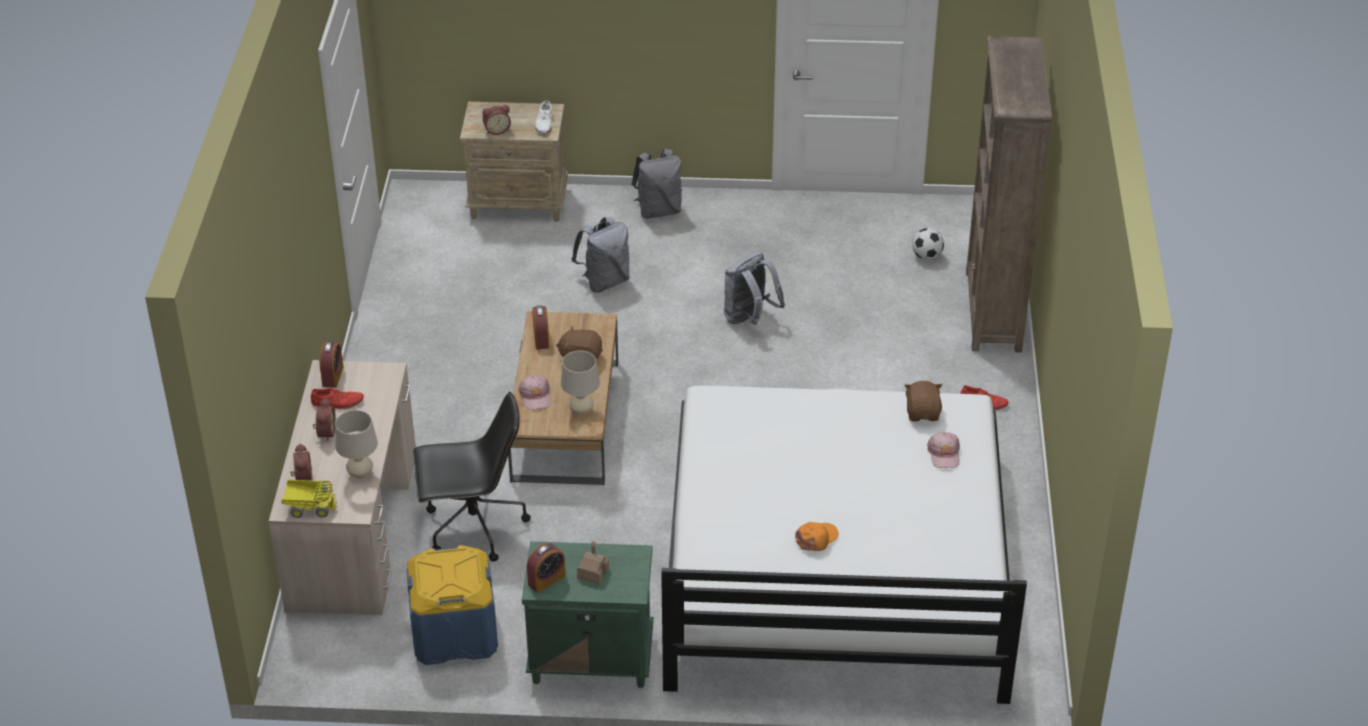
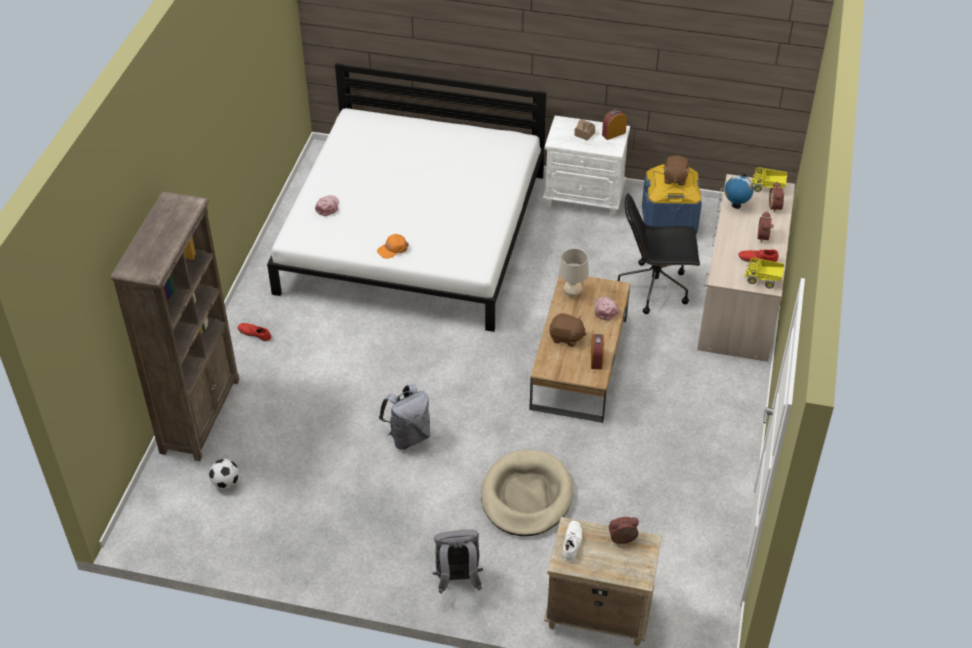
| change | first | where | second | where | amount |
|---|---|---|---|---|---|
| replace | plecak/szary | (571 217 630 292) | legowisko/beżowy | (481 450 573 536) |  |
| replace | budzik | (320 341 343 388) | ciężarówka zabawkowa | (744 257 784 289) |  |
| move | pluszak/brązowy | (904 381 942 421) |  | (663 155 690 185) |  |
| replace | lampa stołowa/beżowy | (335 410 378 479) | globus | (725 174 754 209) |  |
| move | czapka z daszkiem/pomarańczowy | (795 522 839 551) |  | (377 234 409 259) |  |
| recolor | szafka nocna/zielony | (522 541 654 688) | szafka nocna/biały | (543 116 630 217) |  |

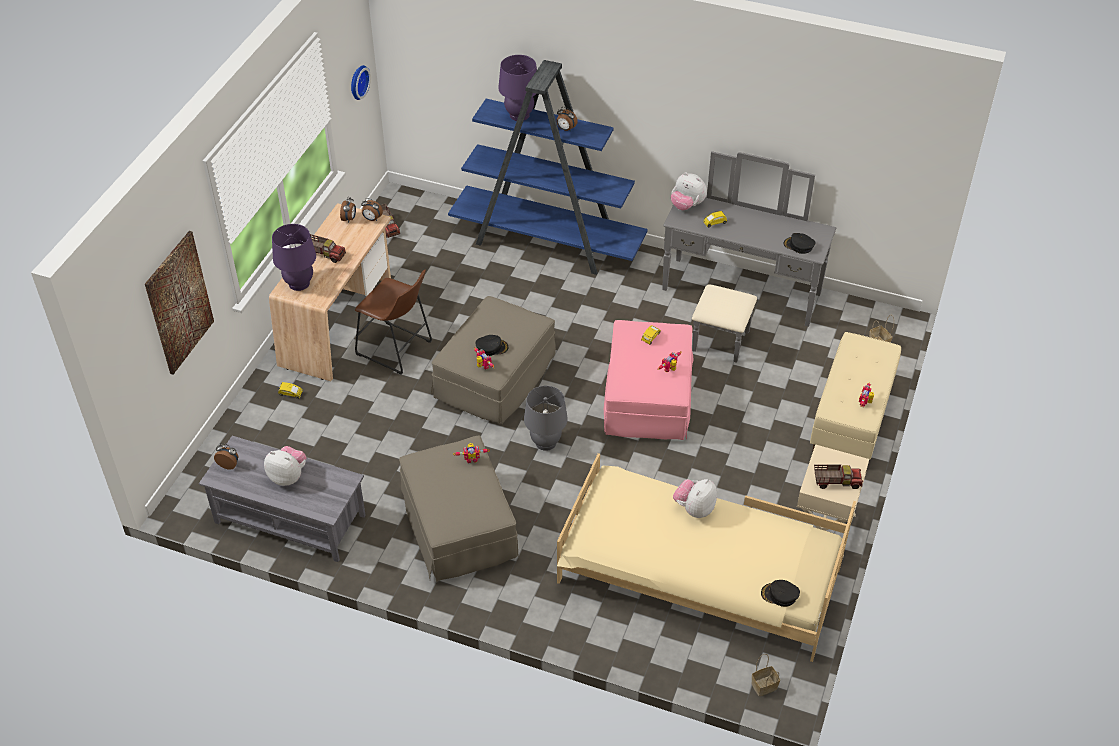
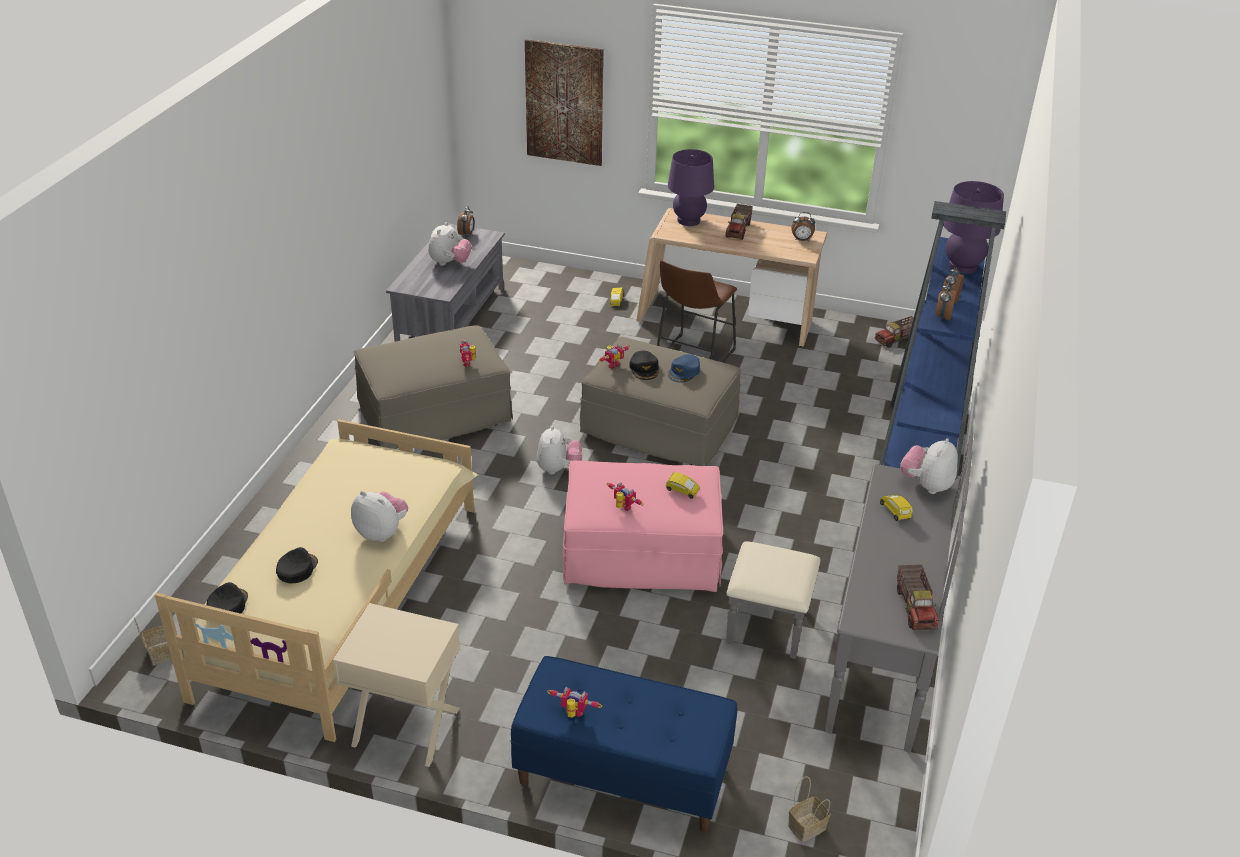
| change | first | where | second | where | amount |
|---|---|---|---|---|---|
| delete | zegar ścienny | (351 65 371 100) |  |  |  |
| move | budzik | (361 198 383 221) |  | (935 282 956 320) |  |
| move | czapka z daszkiem/czarny | (783 233 816 254) |  | (276 547 318 583) |  |
| recolor | ławka/beżowy | (810 332 901 459) | ławka/niebieski | (511 656 737 833) |  |
| replace | lampa stołowa/szary | (524 386 568 451) | pluszak | (537 426 582 474) |  |
| move | ciężarówka zabawkowa | (814 465 863 489) |  | (897 564 939 630) |  |
| insert |  |  | czapka z daszkiem/niebieski | (668 354 700 383) |  |

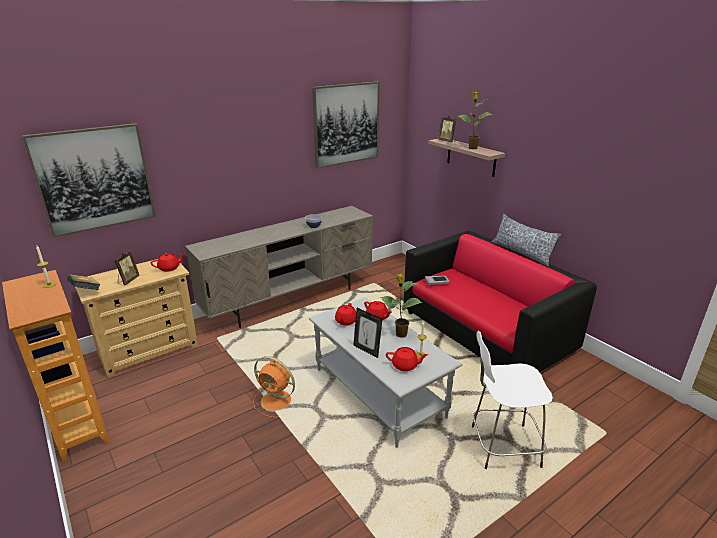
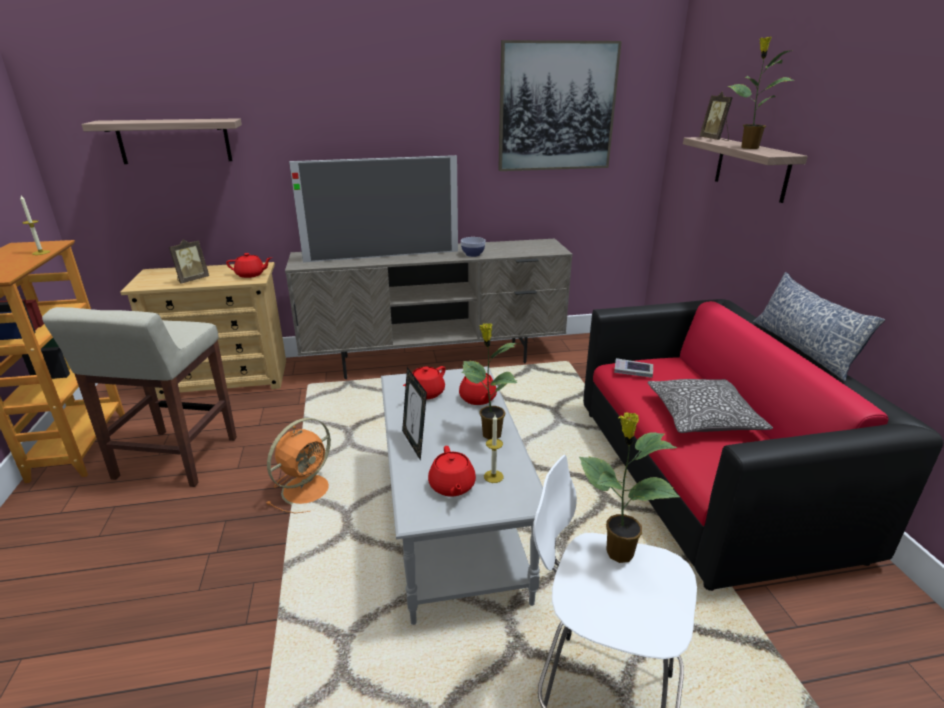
| change | first | where | second | where | amount |
|---|---|---|---|---|---|
| replace | obraz | (22 123 156 238) | półka | (81 118 242 164) |  |
| delete | książka | (67 274 101 290) |  |  |  |
| rotate | imbryk/czerwony | (386 347 428 371) |  | (428 446 476 497) | 45 degrees clockwise |
| rotate | wentylator/pomarańczowy | (253 356 295 418) |  | (266 418 331 513) | 105 degrees counterclockwise |
| insert |  |  | telewizor | (289 155 458 262) |  |
| insert |  |  | stołek/beżowy | (42 307 237 487) |  |
| insert |  |  | poduszka | (647 379 773 433) |  |
| insert |  |  | roślina doniczkowa | (579 412 680 563) |  |

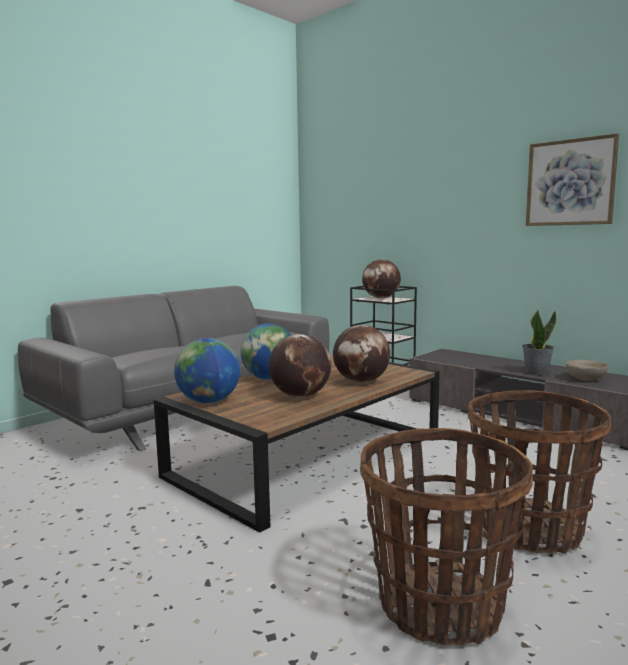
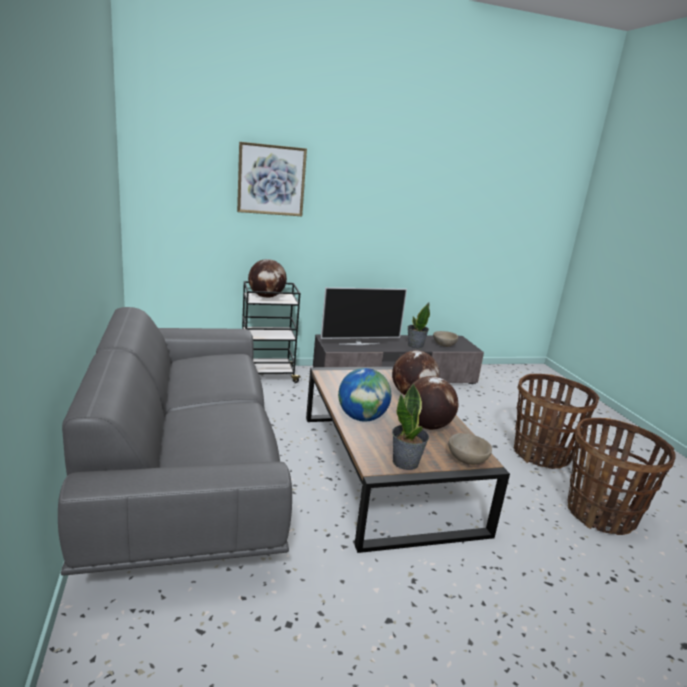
| change | first | where | second | where | amount |
|---|---|---|---|---|---|
| move | obraz | (526 133 619 226) |  | (237 142 307 216) |  |
| replace | globus | (174 338 240 403) | roślina doniczkowa | (392 383 429 470) |  |
| insert |  |  | telewizor | (321 287 407 345) |  |
| insert |  |  | miska/beżowy | (448 433 492 465) |  |

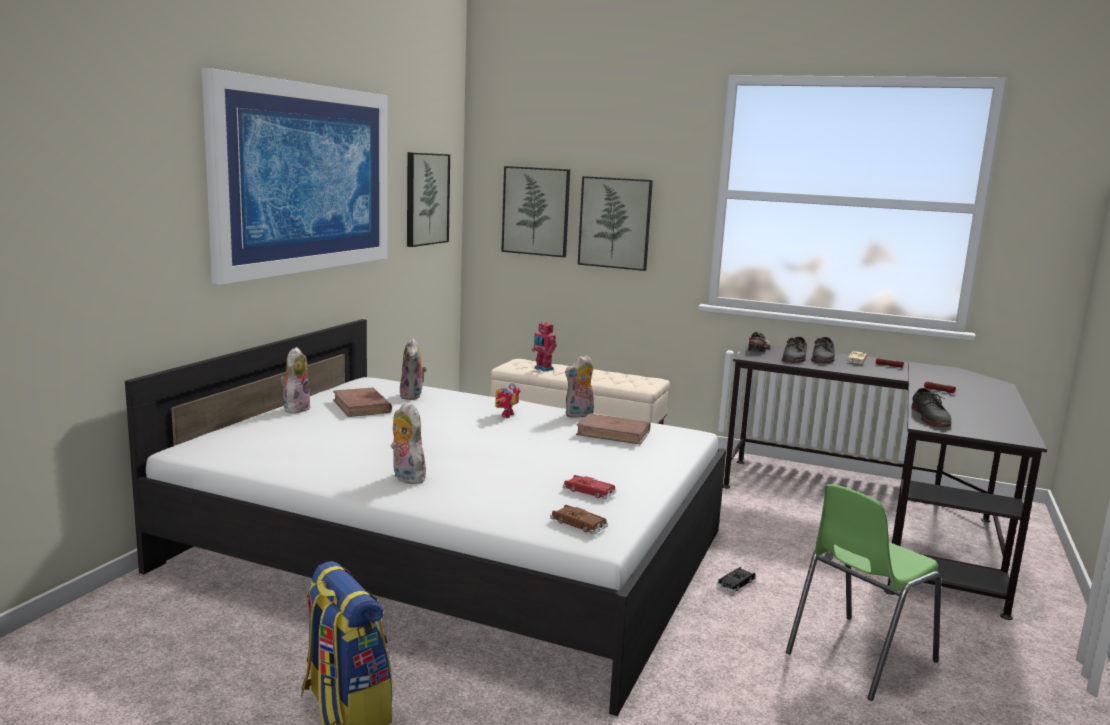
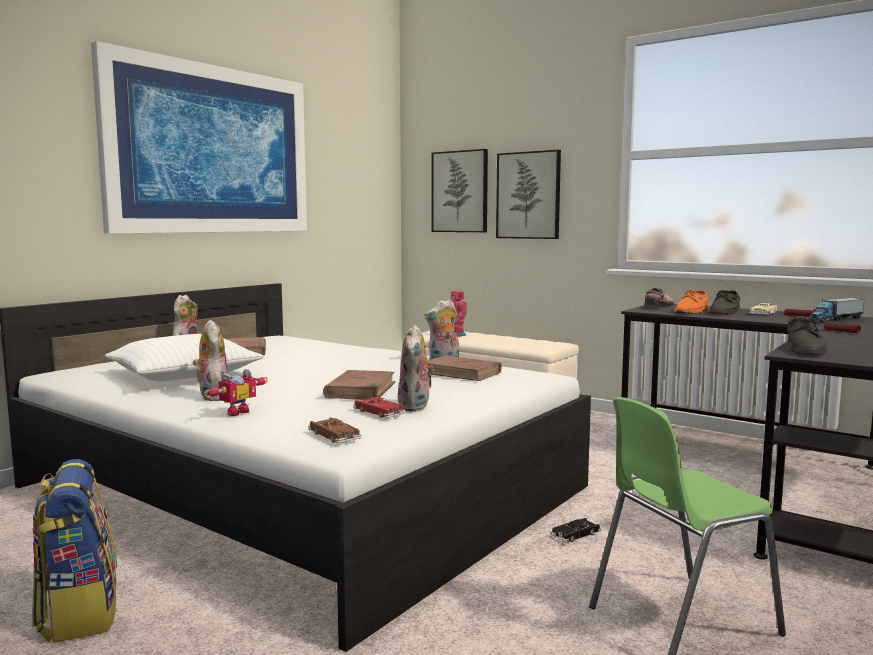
| change | first | where | second | where | amount |
|---|---|---|---|---|---|
| delete | obraz | (407 152 450 247) |  |  |  |
| recolor | but/szary | (782 337 807 363) | but/pomarańczowy | (674 290 709 313) |  |
| move | pluszak | (399 338 427 400) |  | (398 325 435 412) |  |
| move | robot zabawkowy | (495 383 520 418) |  | (204 369 268 416) |  |
| insert |  |  | ciężarówka zabawkowa | (808 298 865 322) |  |
| insert |  |  | poduszka/biały | (105 334 264 381) |  |
| insert |  |  | książka/brązowy | (323 370 396 400) |  |

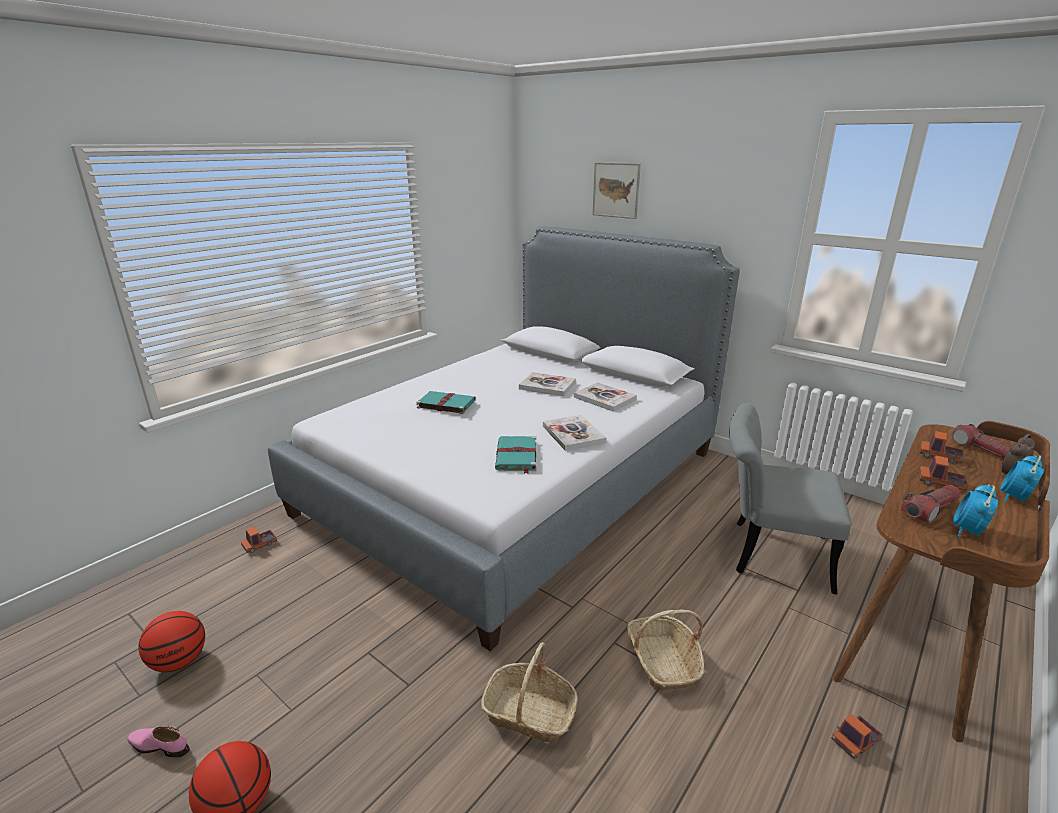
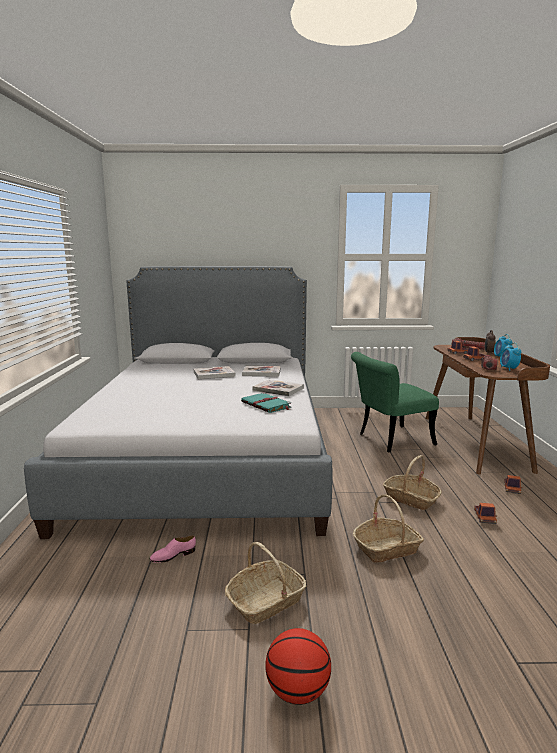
| change | first | where | second | where | amount |
|---|---|---|---|---|---|
| delete | obraz | (592 162 641 219) |  |  |  |
| delete | książka/turkusowy | (417 391 476 414) |  |  |  |
| recolor | krzesło/szary | (729 403 851 595) | krzesło/zielony | (351 352 439 452) |  |
| move | ciężarówka zabawkowa | (241 527 277 553) |  | (474 503 497 524) |  |
| delete | piłka do koszykówki | (139 611 205 672) |  |  |  |
| move | but/różowy | (128 726 190 758) |  | (150 535 196 563) |  |
| insert |  |  | koszyk | (225 542 306 624) |  |

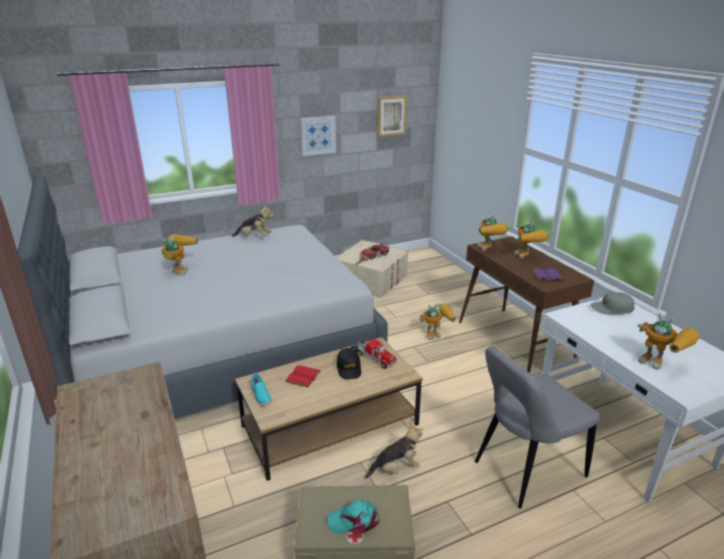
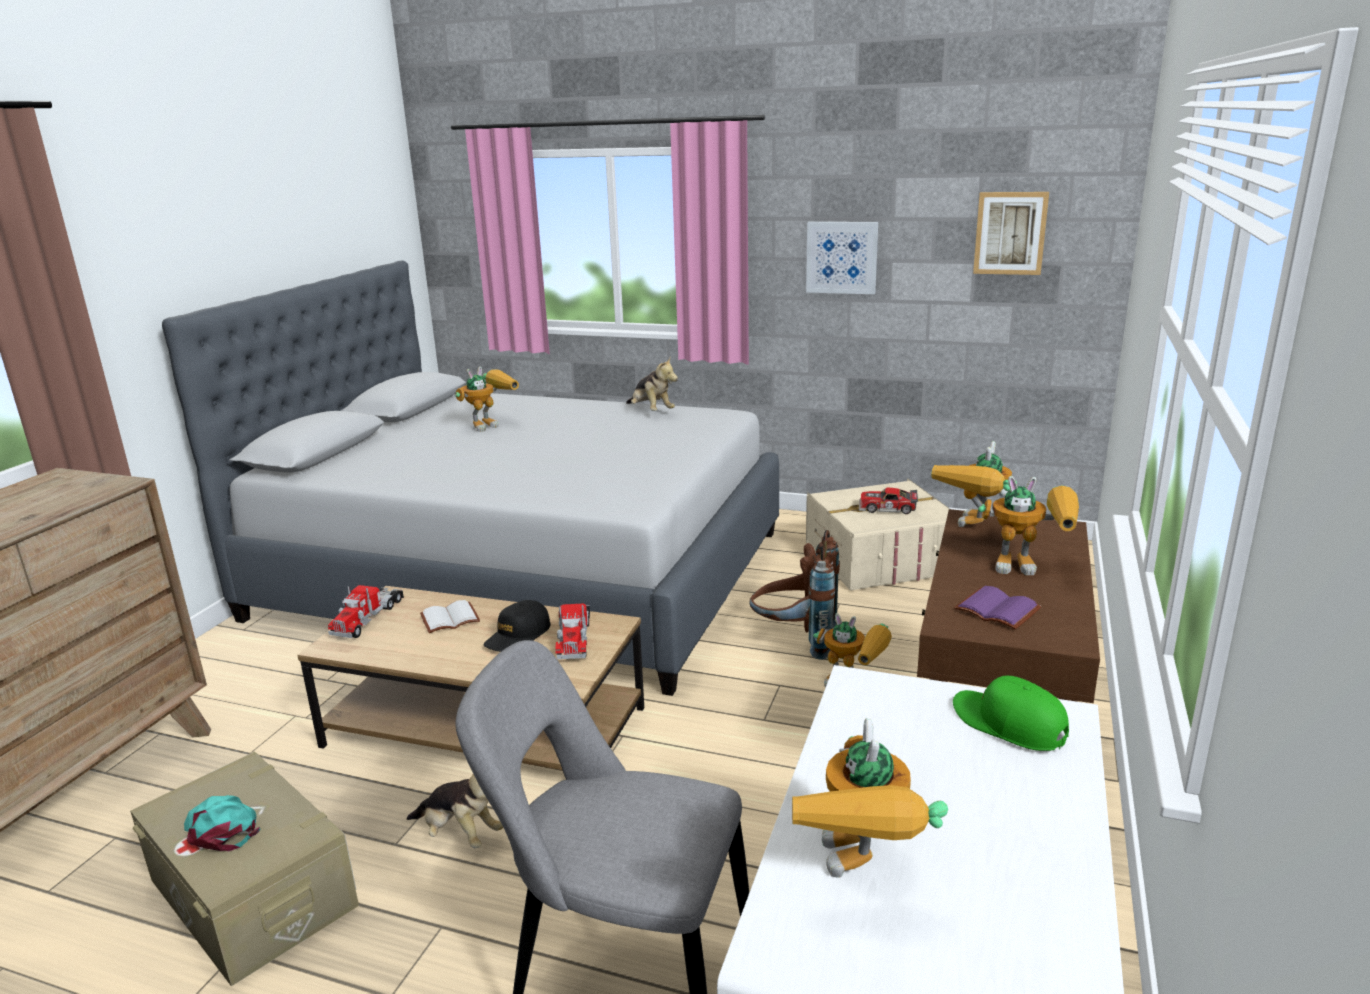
| change | first | where | second | where | amount |
|---|---|---|---|---|---|
| rotate | robot zabawkowy | (514 219 551 259) |  | (978 476 1079 575) | 105 degrees counterclockwise |
| recolor | czapka z daszkiem/szary | (590 292 635 314) | czapka z daszkiem/zielony | (953 676 1069 751) |  |
| recolor | książka/czerwony | (285 365 321 387) | książka/biały | (420 600 480 633) |  |
| replace | but/turkusowy | (251 373 271 406) | ciężarówka zabawkowa | (328 585 404 638) |  |
| insert |  |  | plecak/brązowy | (749 530 840 660) |  |

